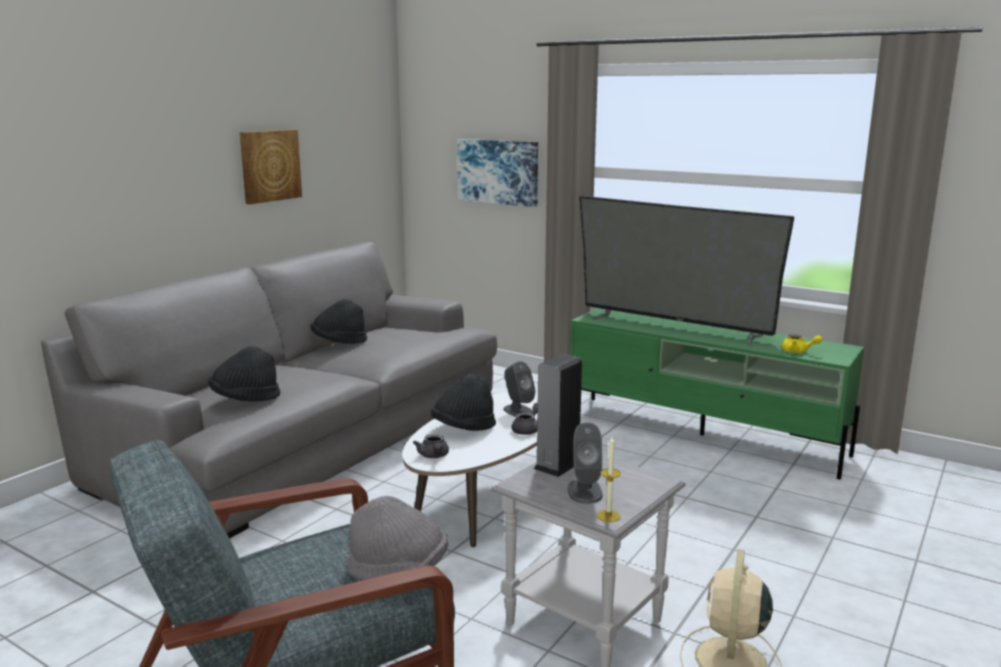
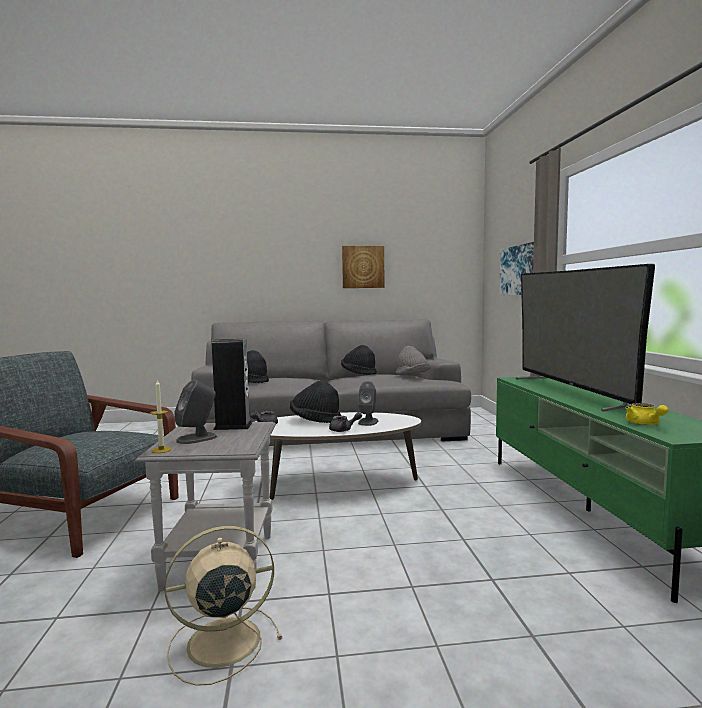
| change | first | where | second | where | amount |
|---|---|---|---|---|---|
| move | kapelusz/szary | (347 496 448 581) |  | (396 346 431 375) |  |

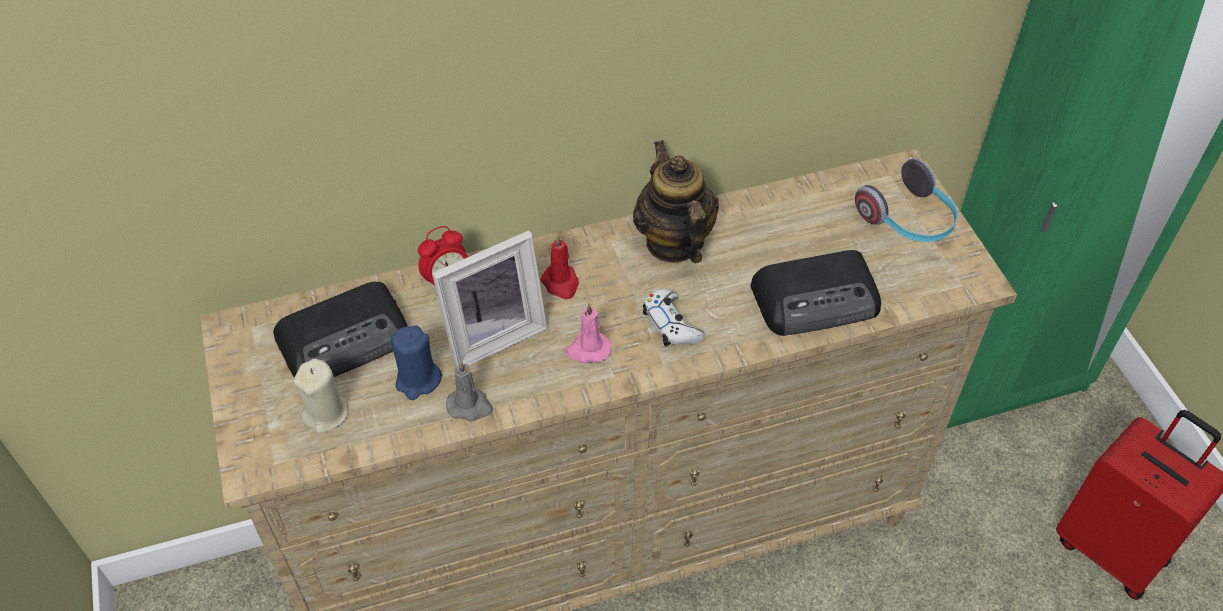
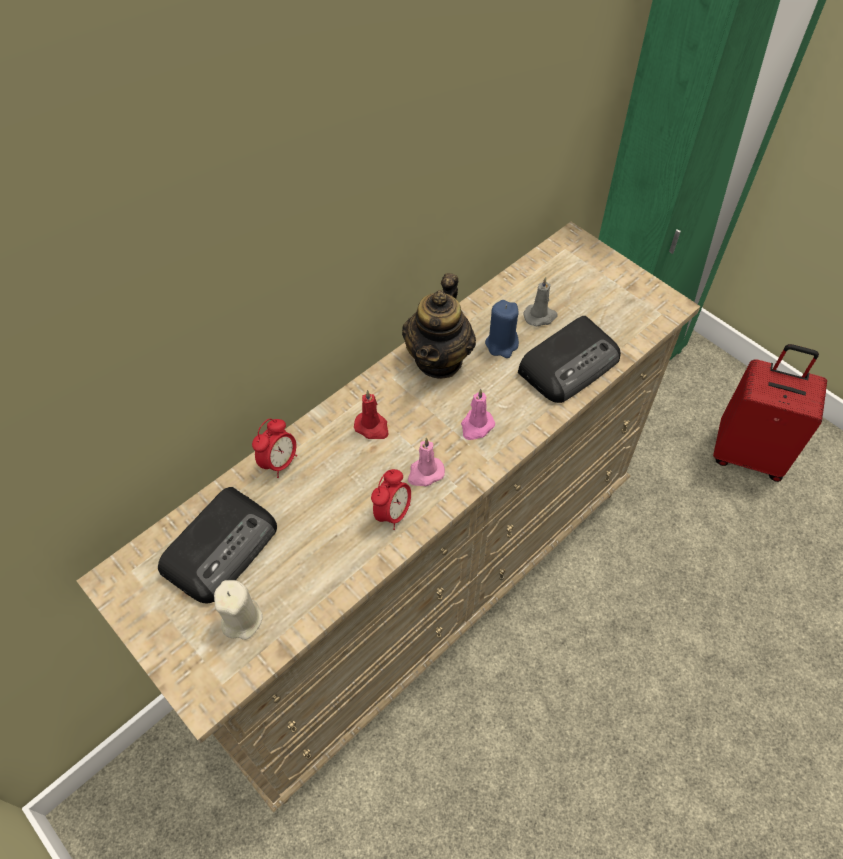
| change | first | where | second | where | amount |
|---|---|---|---|---|---|
| rotate | imbryk | (633 140 719 263) |  | (402 273 476 379) | 120 degrees counterclockwise |
| delete | słuchawki | (855 159 958 242) |  |  |  |
| delete | ramka na zdjęcie | (432 230 547 368) |  |  |  |
| replace | pad do gier/biały | (643 289 705 347) | świeca/różowy | (461 389 495 440) |  |
| move | świeca/niebieski | (391 325 442 400) |  | (485 300 519 358) |  |
| move | świeca/szary | (446 361 493 421) |  | (523 277 558 327) |  |
| insert |  |  | budzik | (371 469 411 530) |  |

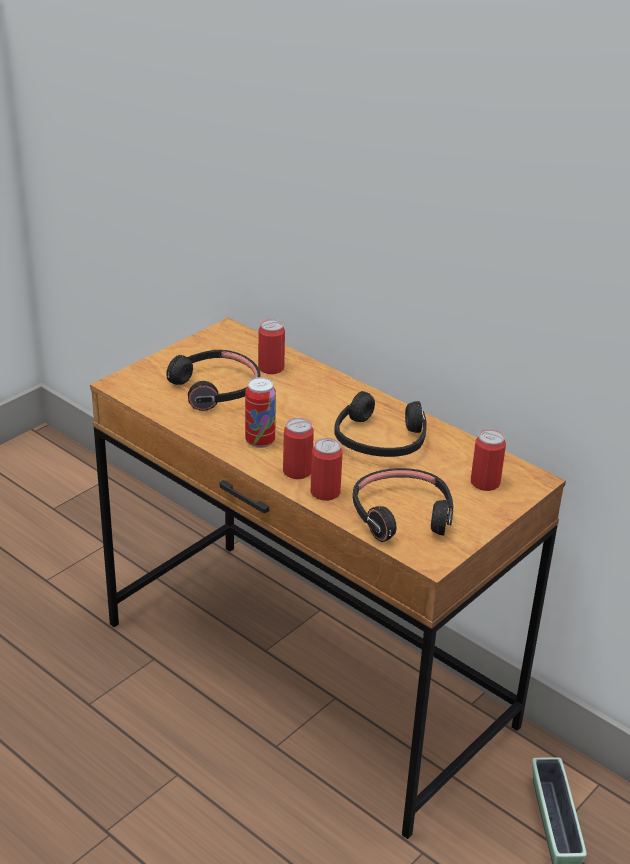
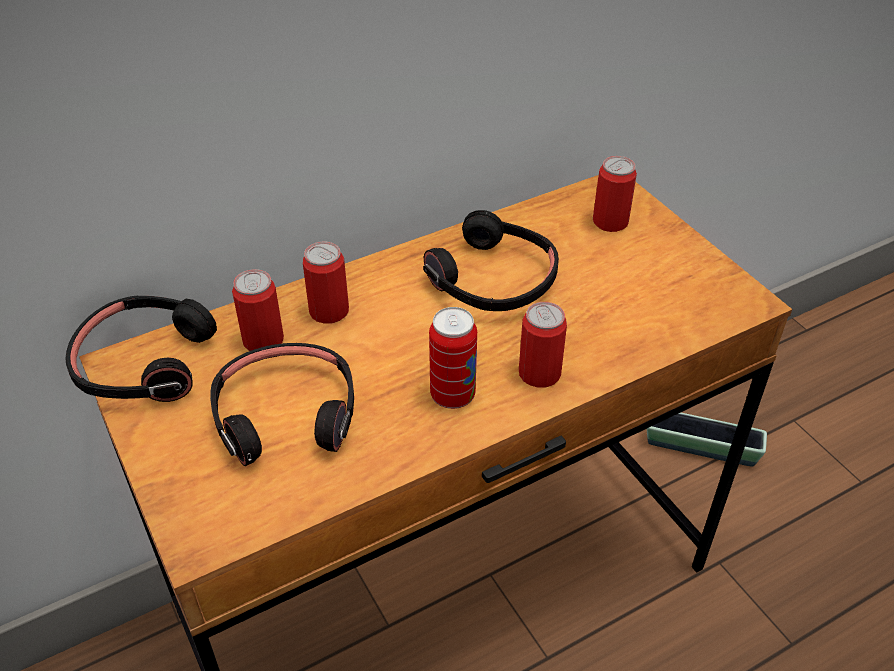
| change | first | where | second | where | amount |
|---|---|---|---|---|---|
| move | puszka | (311 438 342 501) |  | (303 242 349 324) |  |
| move | słuchawki/czarny | (353 468 453 542) |  | (66 296 217 402) |  |

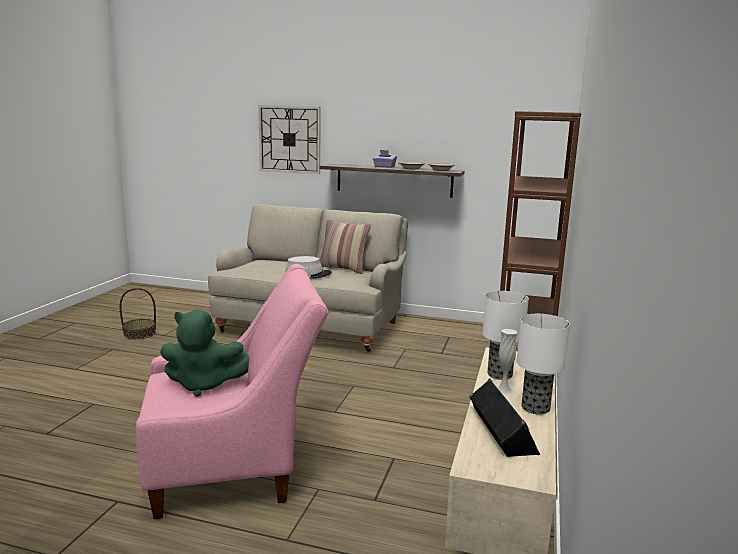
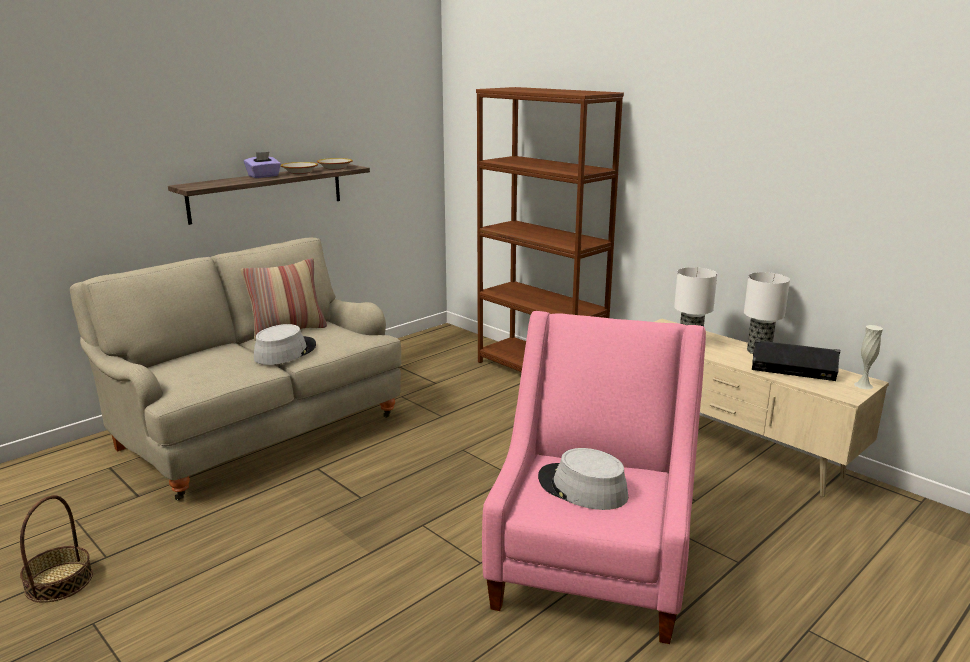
| change | first | where | second | where | amount |
|---|---|---|---|---|---|
| delete | zegar ścienny | (258 105 321 174) |  |  |  |
| replace | pluszak/zielony | (160 310 249 397) | kapelusz/szary | (538 448 628 510) |  |
| move | wazon/biały | (497 329 517 395) |  | (854 325 883 389) |  |

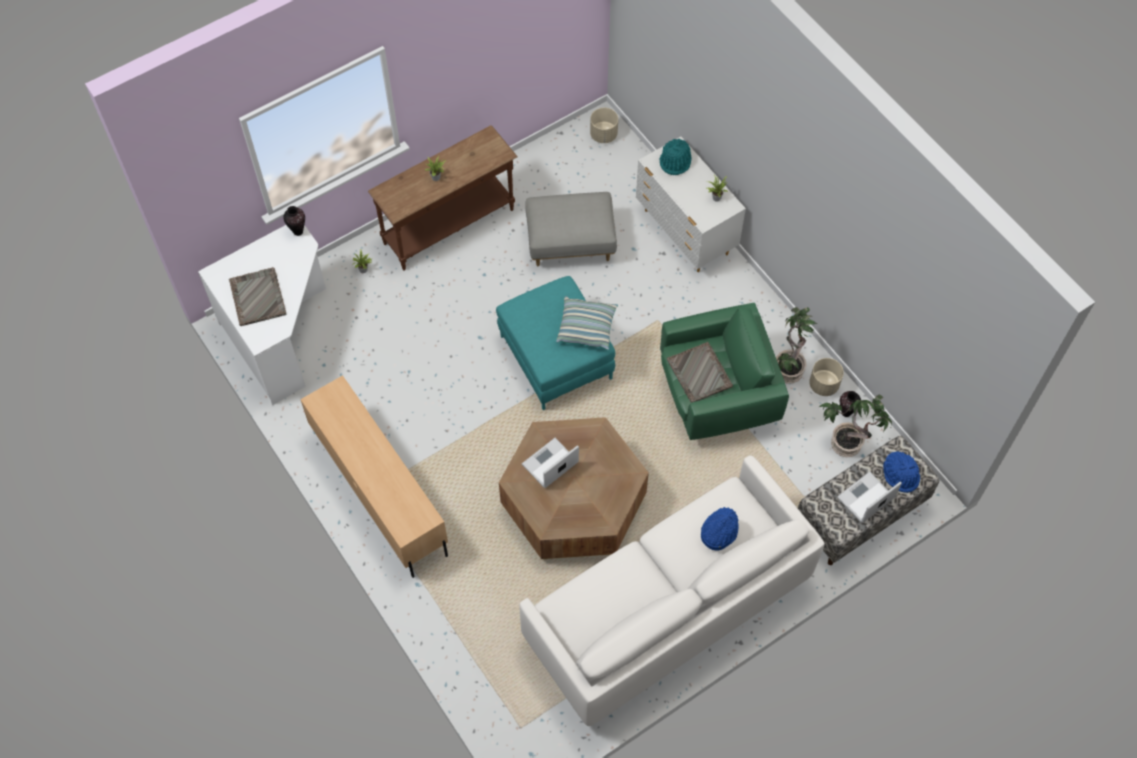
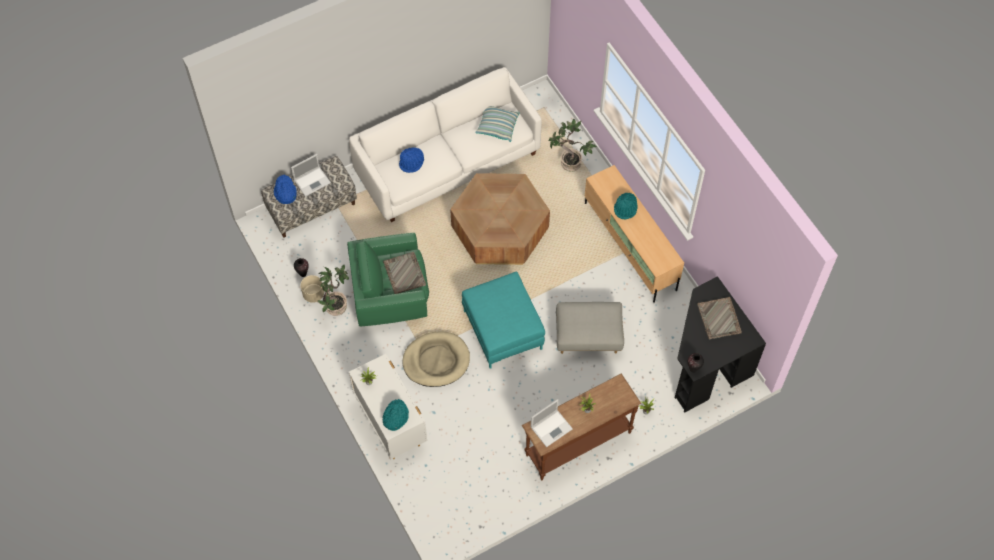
| change | first | where | second | where | amount |
|---|---|---|---|---|---|
| delete | donica/beżowy | (590 108 618 143) |  |  |  |
| move | pufa/szary | (525 192 617 266) |  | (556 302 624 354) |  |
| recolor | biurko/biały | (198 225 326 405) | biurko/czarny | (675 276 766 412) |  |
| move | poduszka | (556 296 618 350) |  | (475 106 519 142) |  |
| move | roślina doniczkowa | (818 394 892 457) |  | (549 118 597 172) |  |
| move | laptop | (522 438 579 488) |  | (531 399 573 447) |  |
| insert |  |  | kapelusz/turkusowy | (614 193 638 220) |  |
| insert |  |  | legowisko/beżowy | (402 331 470 387) |  |

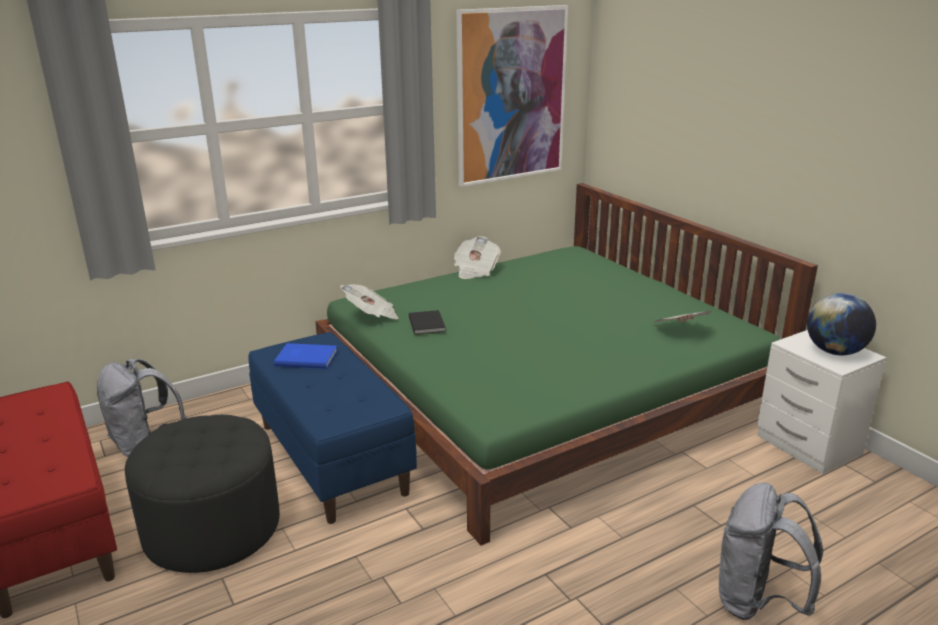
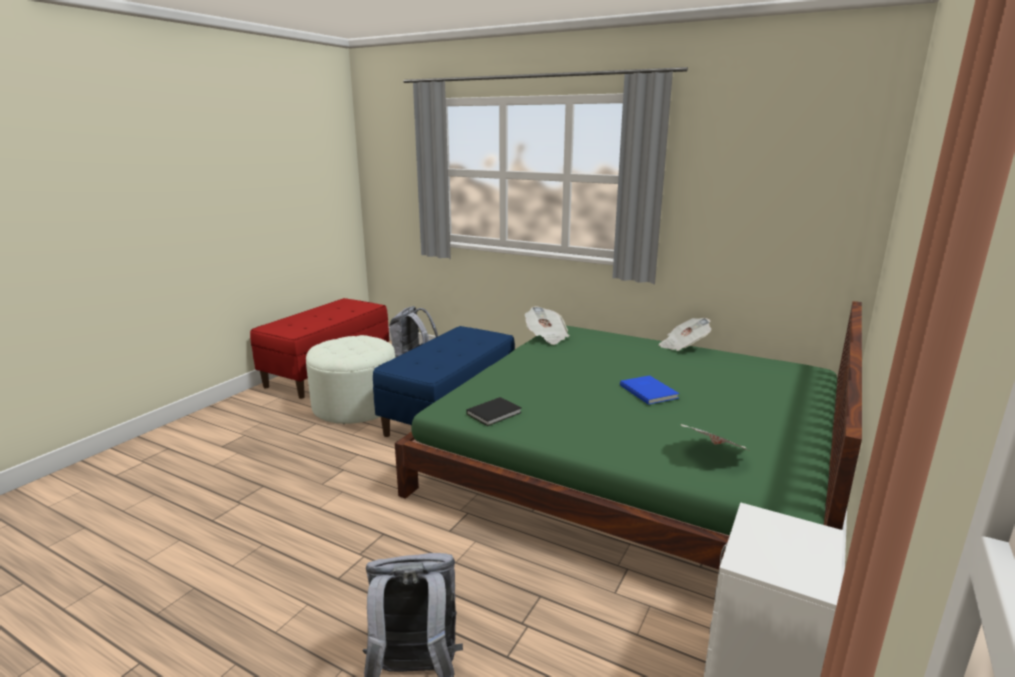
| change | first | where | second | where | amount |
|---|---|---|---|---|---|
| delete | obraz | (456 5 568 187) |  |  |  |
| delete | globus | (807 293 876 355) |  |  |  |
| move | książka/czarny | (409 310 446 335) |  | (467 397 522 426) |  |
| move | książka/niebieski | (274 343 338 369) |  | (620 375 680 405) |  |
| recolor | pufa/czarny | (125 415 280 573) | pufa/biały | (306 335 396 424) |  |

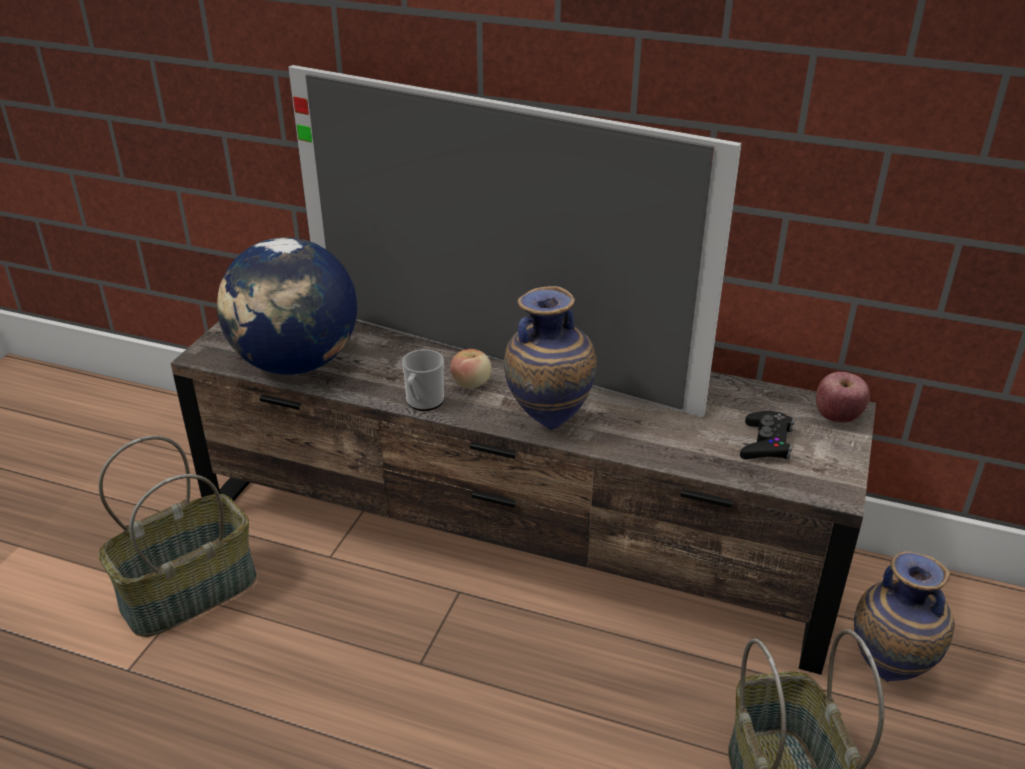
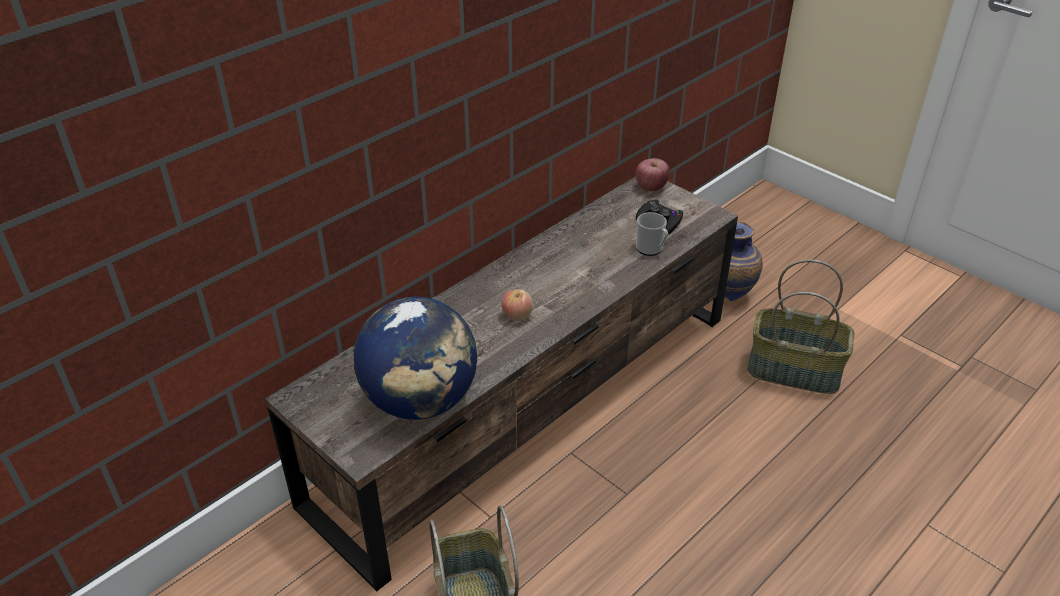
| change | first | where | second | where | amount |
|---|---|---|---|---|---|
| delete | telewizor | (288 65 742 417) |  |  |  |
| delete | wazon | (504 286 597 430) |  |  |  |
| move | kubek | (402 349 444 411) |  | (636 212 668 256) |  |

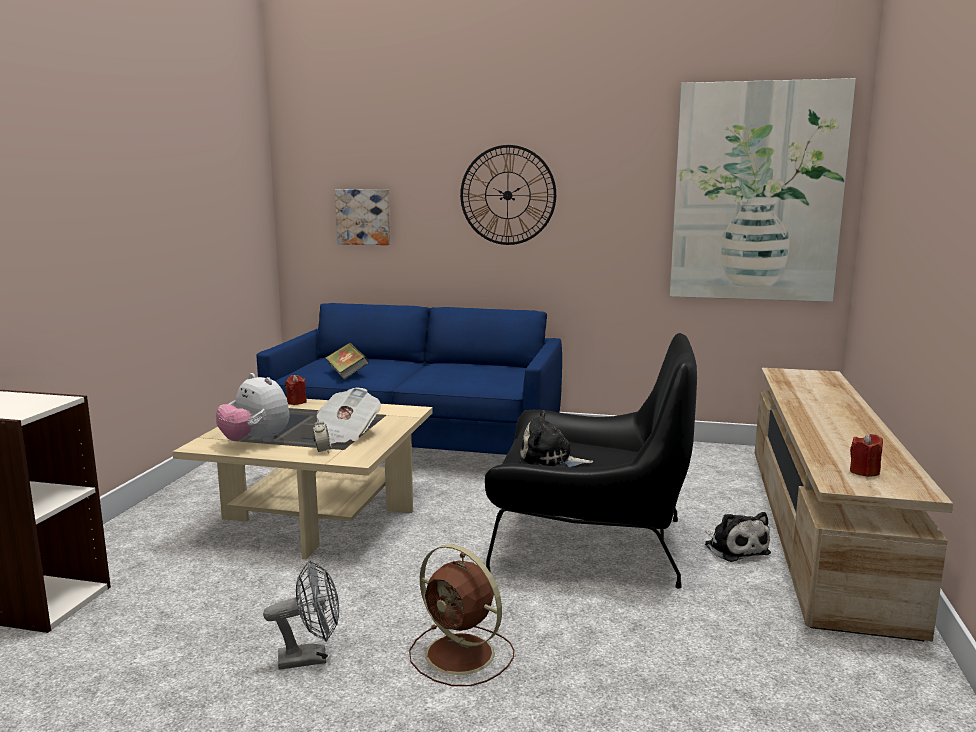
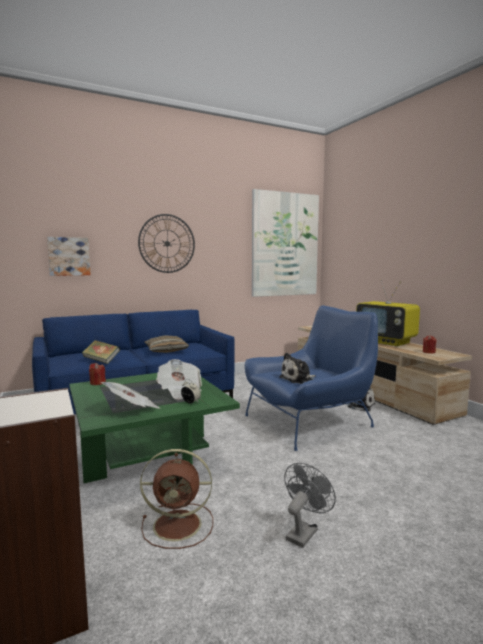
| change | first | where | second | where | amount |
|---|---|---|---|---|---|
| recolor | fotel/czarny | (485 333 697 589) | fotel/niebieski | (245 306 378 451) |  |
| replace | pluszak | (216 373 289 443) | gazeta | (101 382 160 408) |  |
| recolor | ława/beżowy | (172 397 433 559) | ława/zielony | (69 373 240 483) |  |
| move | wentylator/brązowy | (409 544 514 686) |  | (140 449 213 549) |  |
| insert |  |  | telewizor | (356 280 420 346) |  |
| insert |  |  | poduszka | (144 335 189 353) |  |

